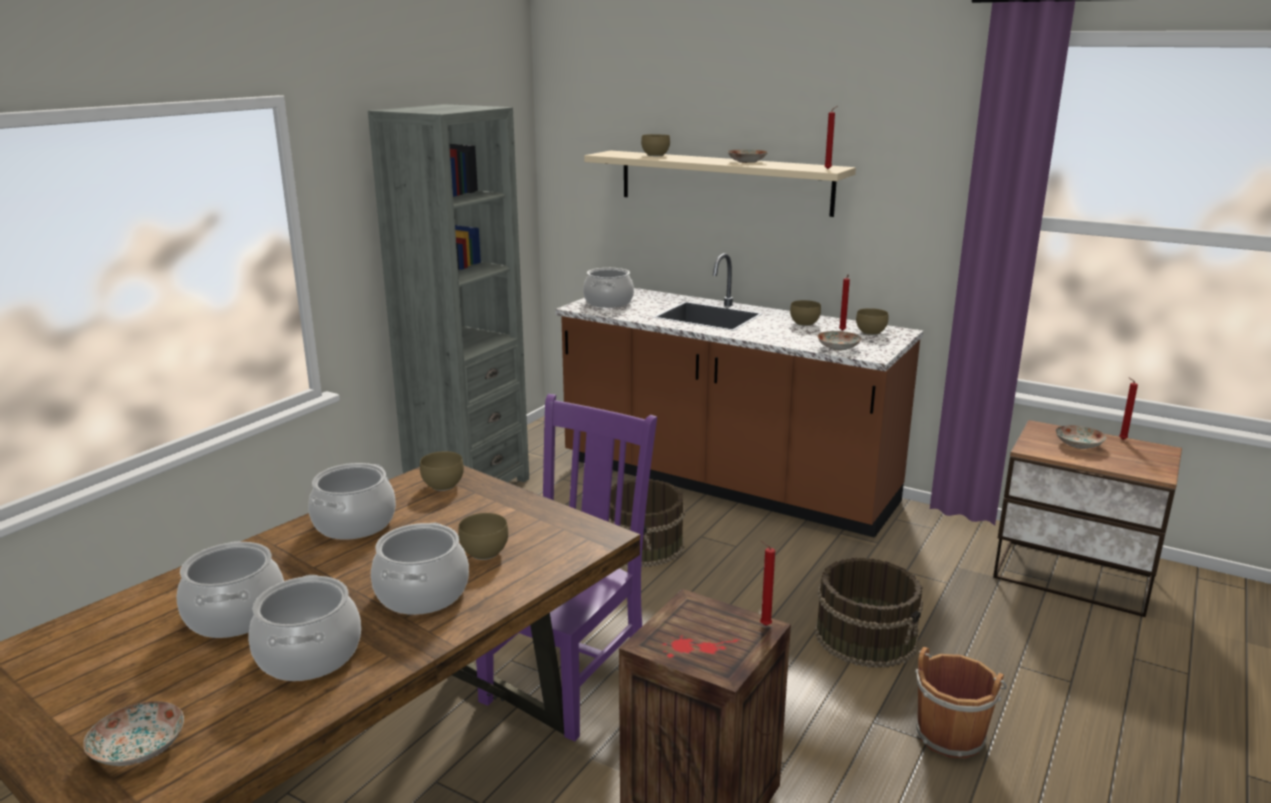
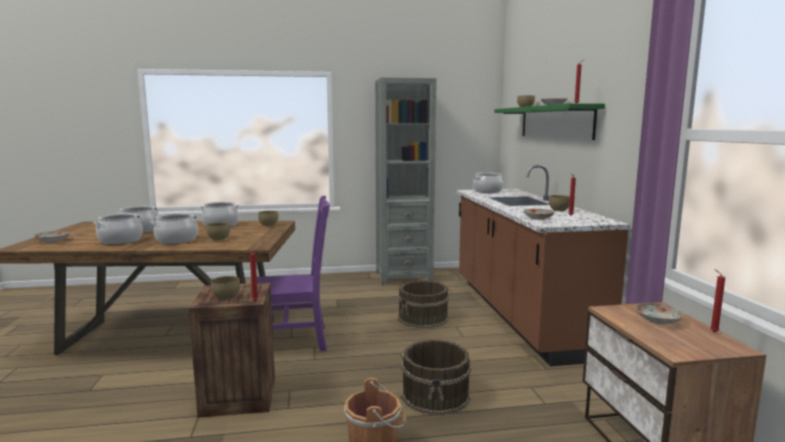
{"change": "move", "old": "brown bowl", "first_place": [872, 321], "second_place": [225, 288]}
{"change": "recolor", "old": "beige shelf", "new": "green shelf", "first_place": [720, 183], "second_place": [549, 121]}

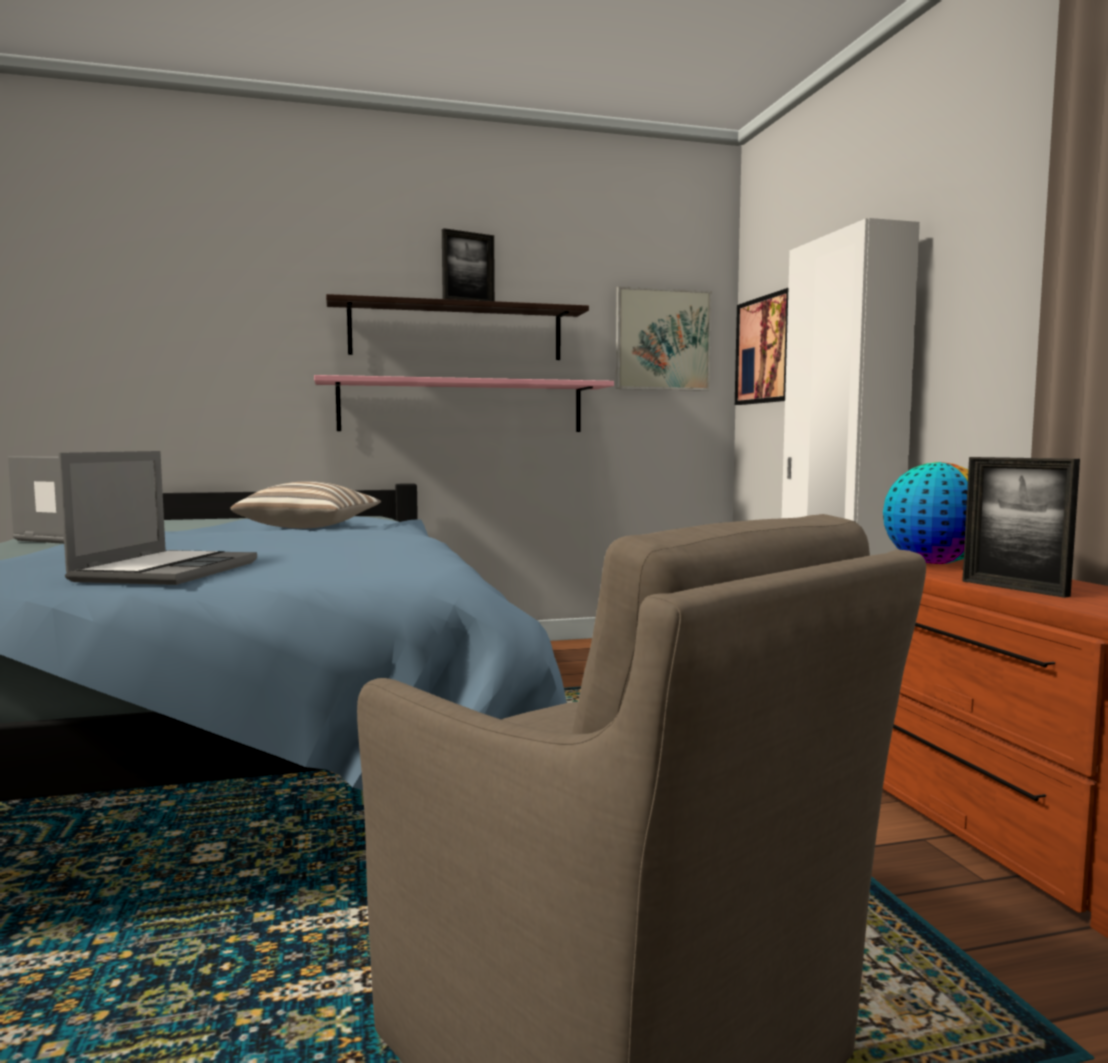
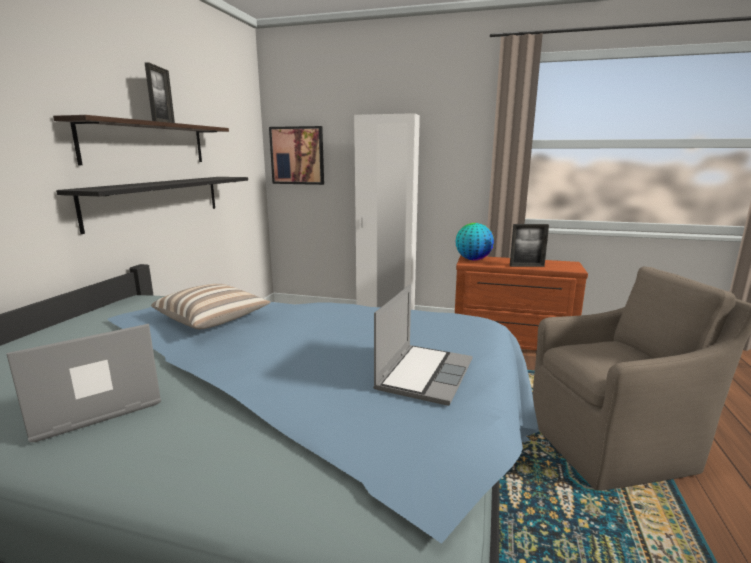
{"change": "delete", "old": "picture", "first_place": [664, 338]}
{"change": "recolor", "old": "pink shelf", "new": "black shelf", "first_place": [464, 403], "second_place": [152, 205]}
{"change": "rotate", "old": "laptop", "first_place": [157, 518], "second_place": [423, 345], "degrees": 75}

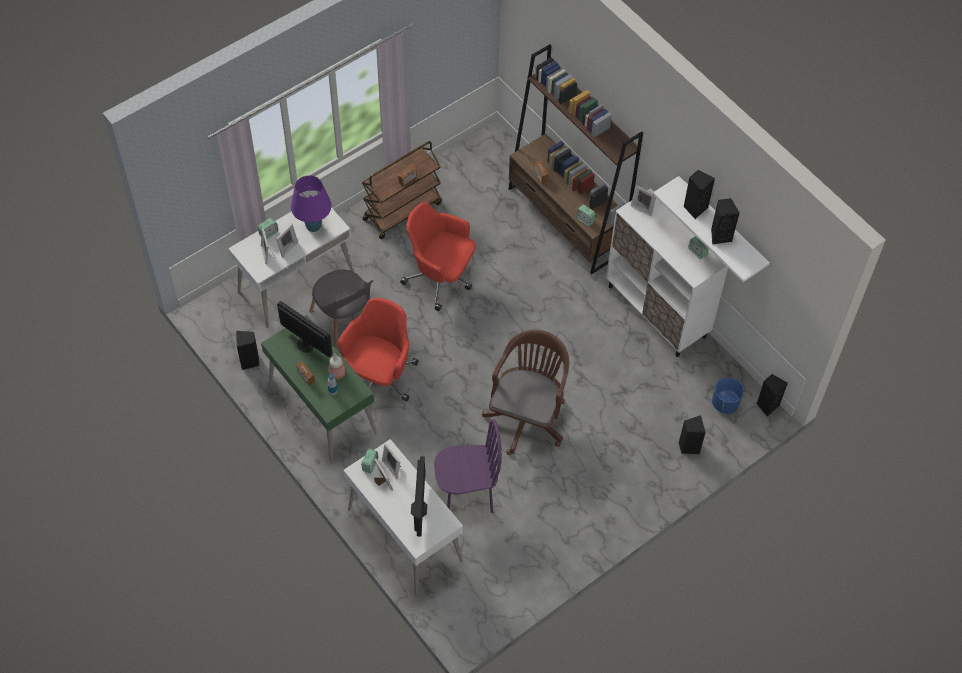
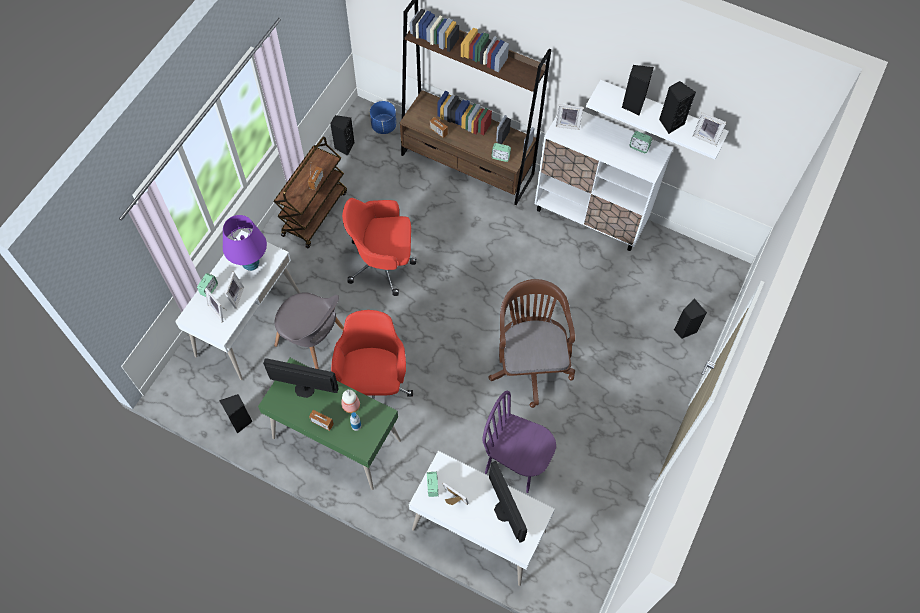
{"change": "move", "old": "picture frame", "first_place": [391, 461], "second_place": [710, 129]}
{"change": "move", "old": "blue planter", "first_place": [728, 396], "second_place": [383, 117]}
{"change": "move", "old": "black speaker", "first_place": [772, 395], "second_place": [342, 135]}
{"change": "rotate", "old": "purple chair", "first_place": [467, 466], "second_place": [519, 442], "degrees": -120}

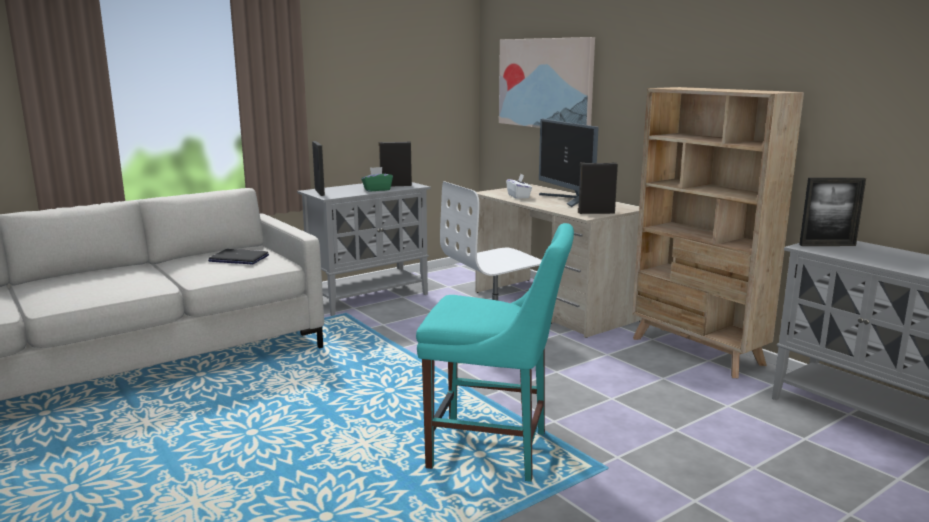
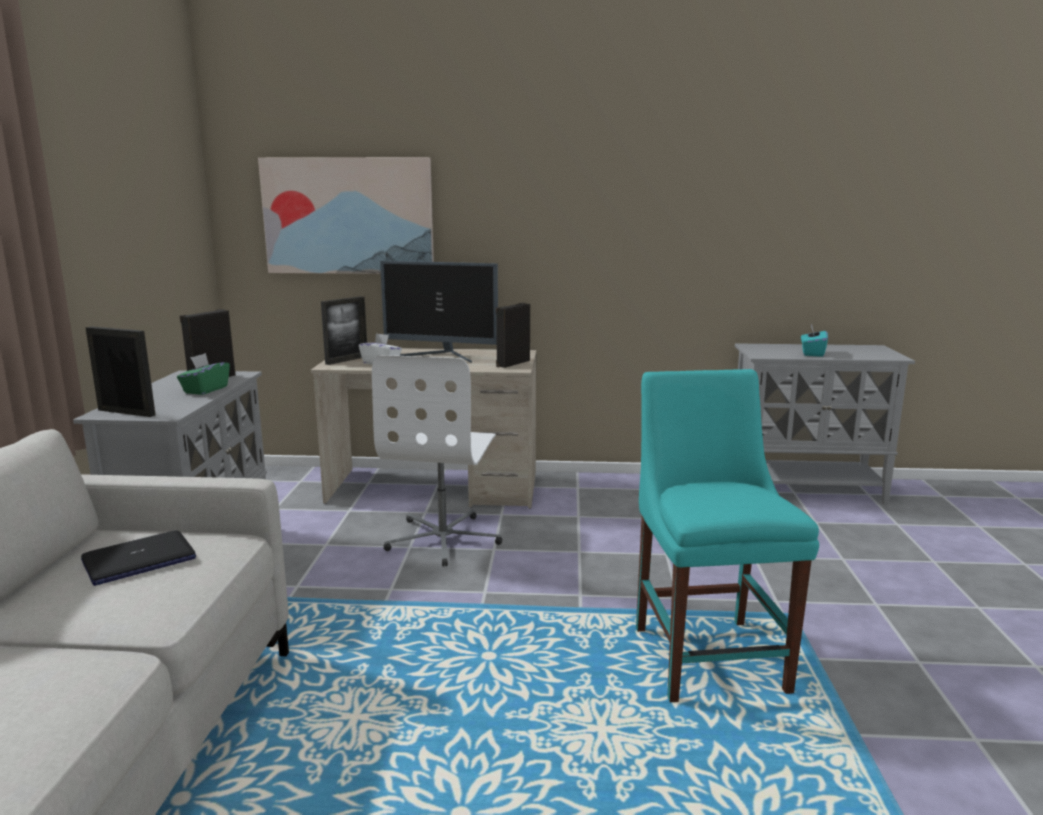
{"change": "delete", "old": "beige bookcase", "first_place": [718, 232]}
{"change": "insert", "new": "turquoise tissue box", "second_place": [814, 340]}
{"change": "move", "old": "picture frame", "first_place": [832, 212], "second_place": [344, 330]}
{"change": "rotate", "old": "turquoise chair", "first_place": [495, 352], "second_place": [727, 535], "degrees": -60}

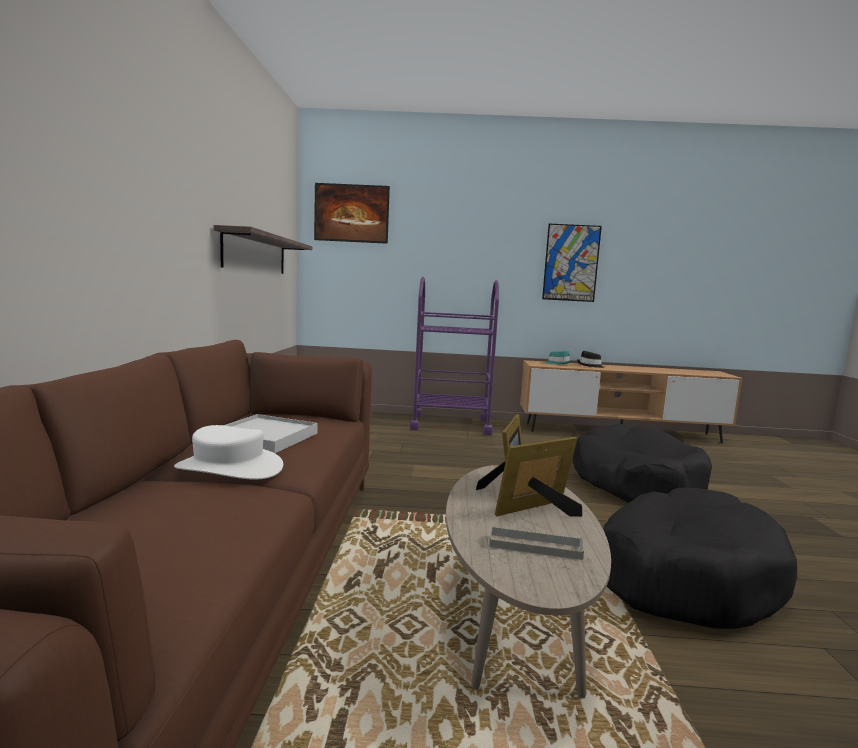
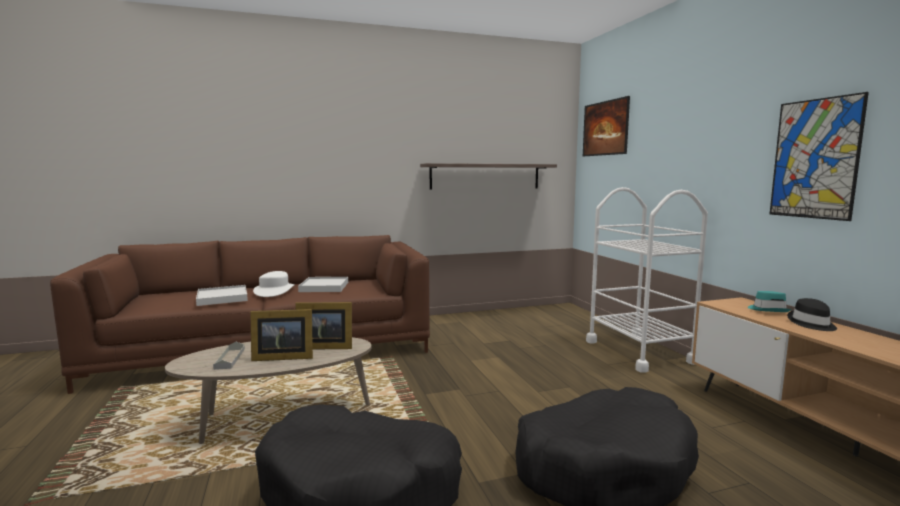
{"change": "insert", "new": "white tray", "second_place": [222, 295]}
{"change": "recolor", "old": "purple cart", "new": "white cart", "first_place": [454, 356], "second_place": [647, 280]}
{"change": "rotate", "old": "picture frame", "first_place": [538, 477], "second_place": [281, 335], "degrees": 135}

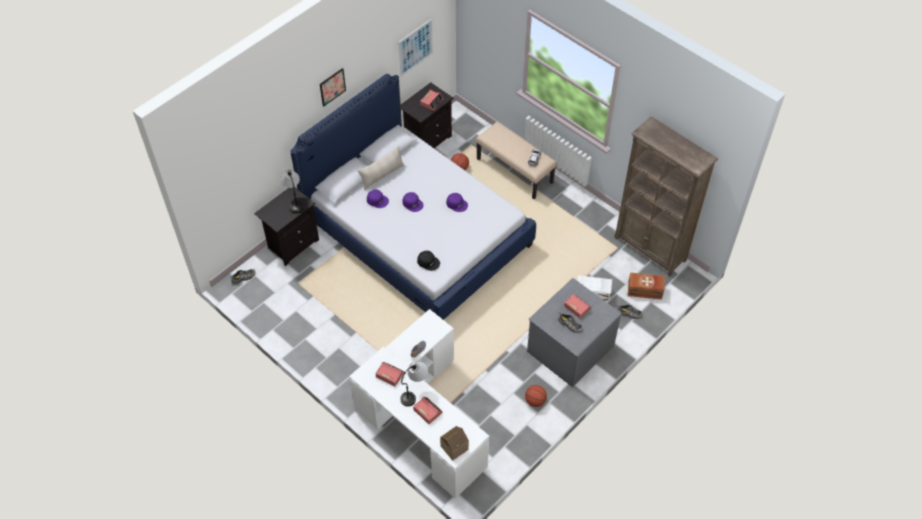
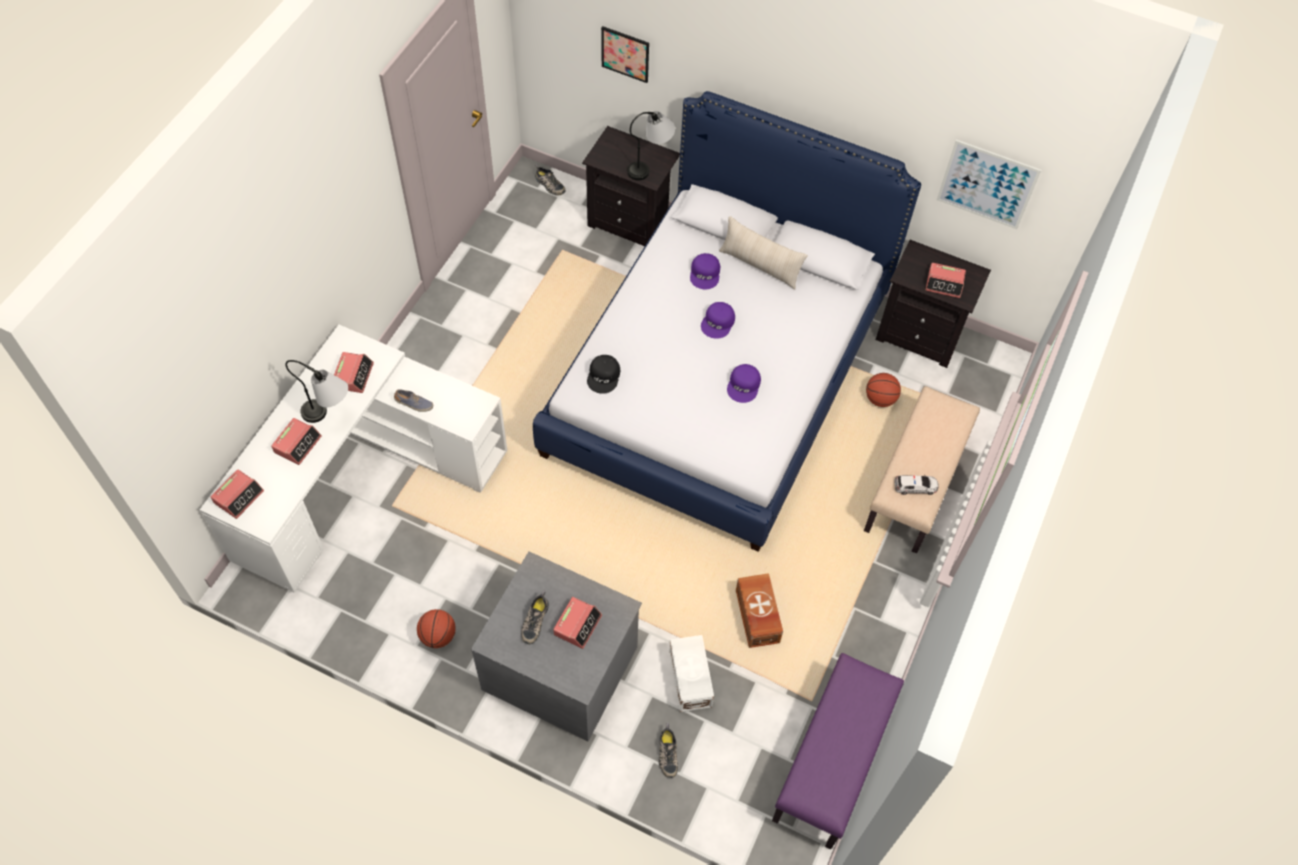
{"change": "move", "old": "picture", "first_place": [333, 87], "second_place": [625, 54]}
{"change": "move", "old": "brown storage box", "first_place": [646, 286], "second_place": [759, 610]}
{"change": "replace", "old": "toy house", "new": "alarm clock", "first_place": [454, 443], "second_place": [237, 494]}
{"change": "replace", "old": "brown bookcase", "new": "purple bench", "first_place": [666, 196], "second_place": [838, 751]}

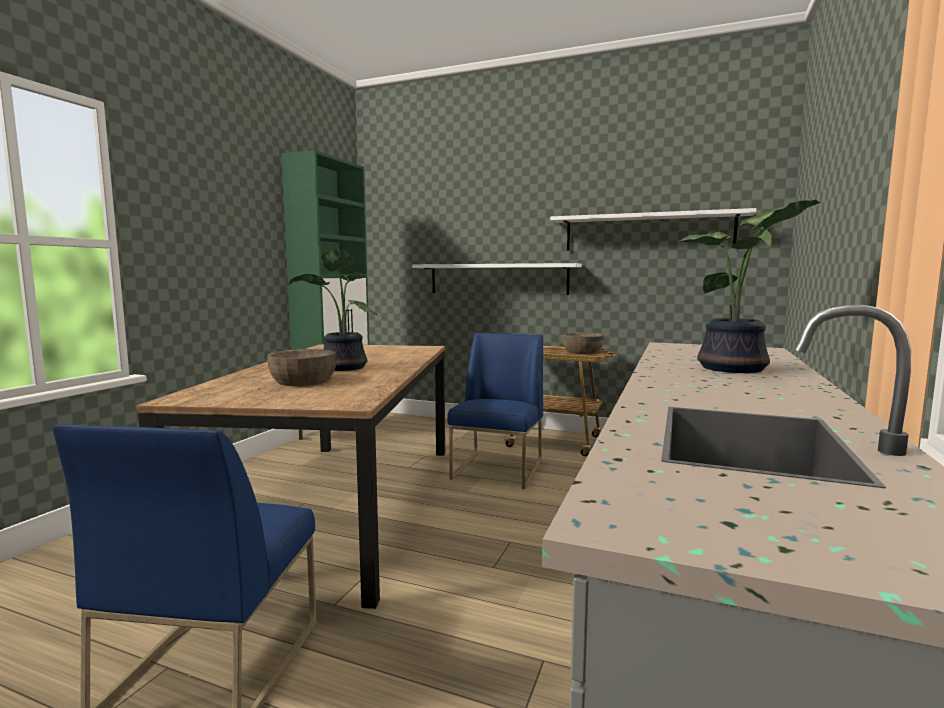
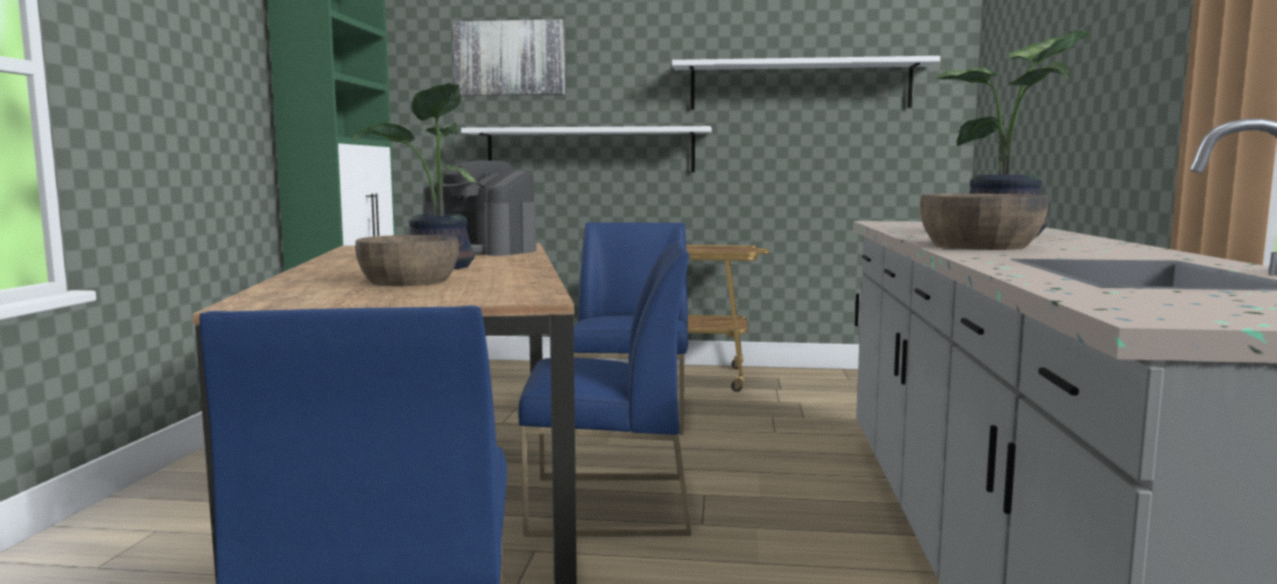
{"change": "insert", "new": "coffee machine", "second_place": [479, 208]}
{"change": "insert", "new": "picture", "second_place": [509, 57]}
{"change": "insert", "new": "blue chair", "second_place": [604, 388]}
{"change": "move", "old": "brown bowl", "first_place": [583, 343], "second_place": [984, 222]}

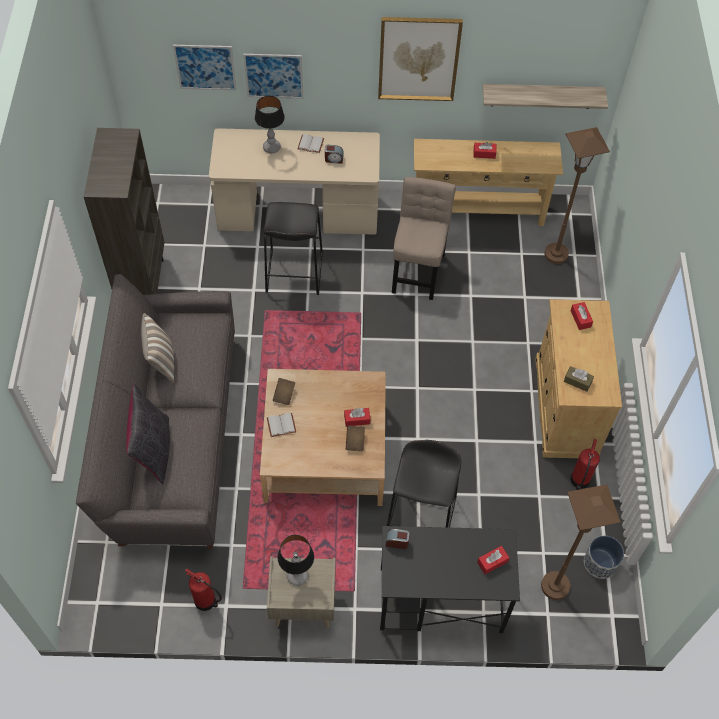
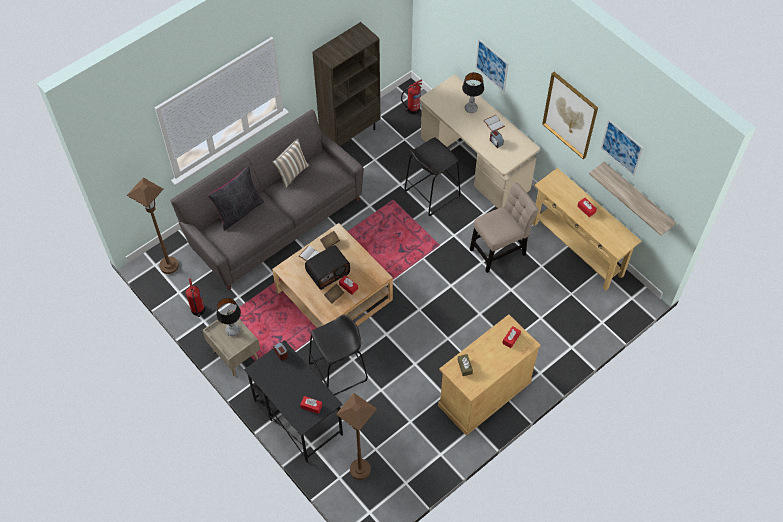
{"change": "delete", "old": "planter", "first_place": [604, 557]}
{"change": "insert", "new": "radio", "second_place": [327, 267]}
{"change": "move", "old": "picture", "first_place": [205, 67], "second_place": [622, 147]}
{"change": "move", "old": "brown floor lamp", "first_place": [577, 195], "second_place": [153, 225]}
{"change": "move", "old": "fire extinguisher", "first_place": [585, 464], "second_place": [411, 97]}

